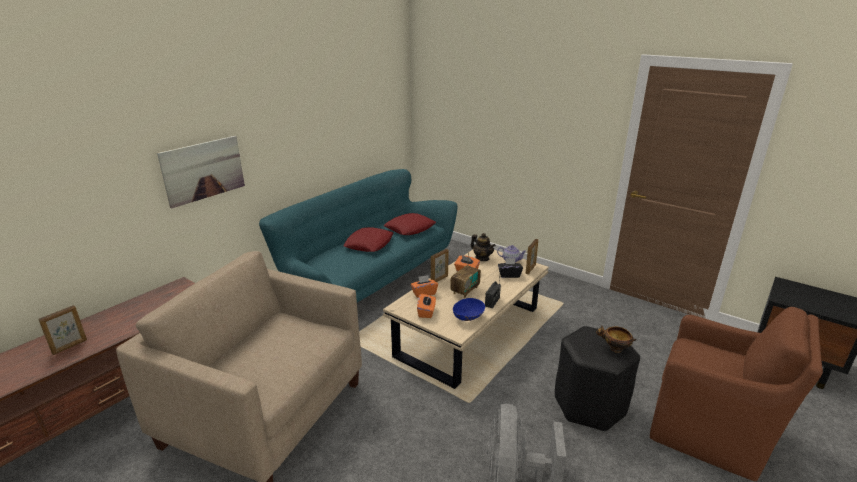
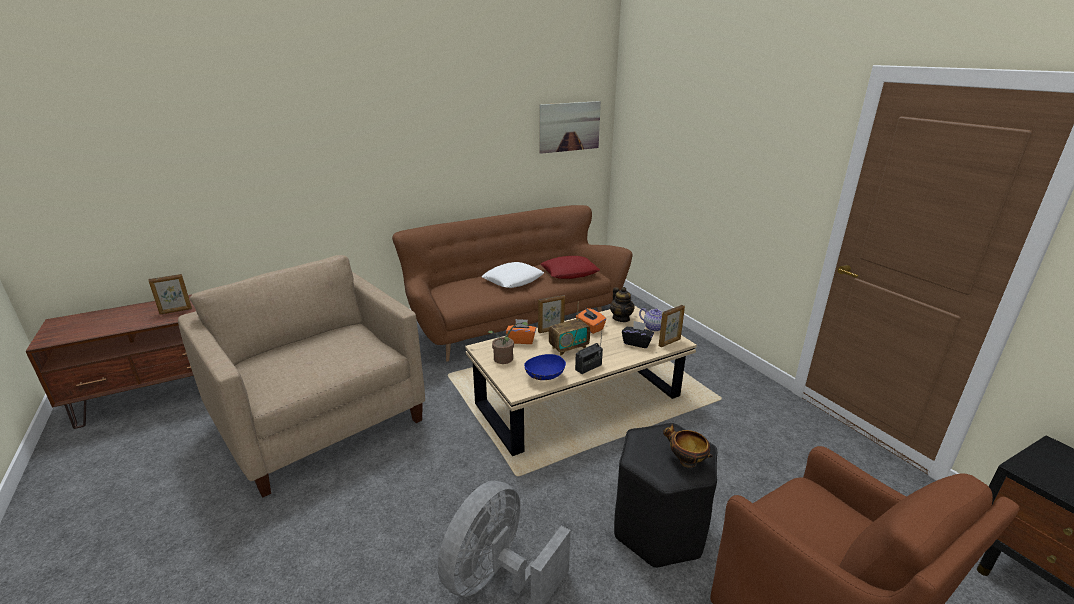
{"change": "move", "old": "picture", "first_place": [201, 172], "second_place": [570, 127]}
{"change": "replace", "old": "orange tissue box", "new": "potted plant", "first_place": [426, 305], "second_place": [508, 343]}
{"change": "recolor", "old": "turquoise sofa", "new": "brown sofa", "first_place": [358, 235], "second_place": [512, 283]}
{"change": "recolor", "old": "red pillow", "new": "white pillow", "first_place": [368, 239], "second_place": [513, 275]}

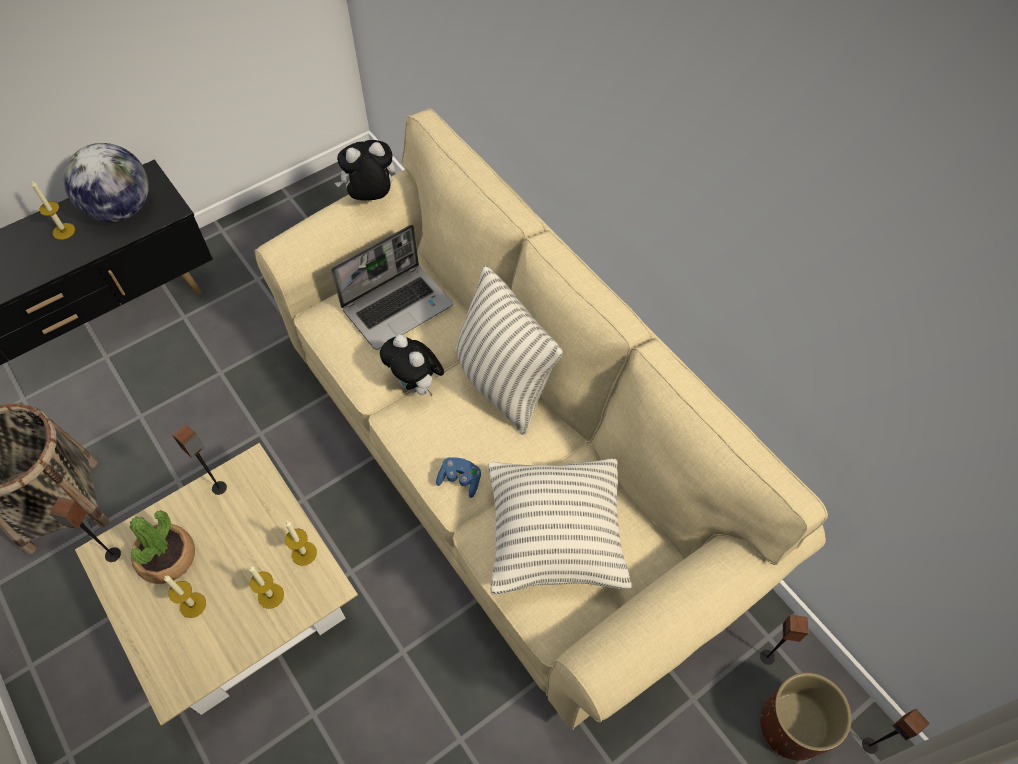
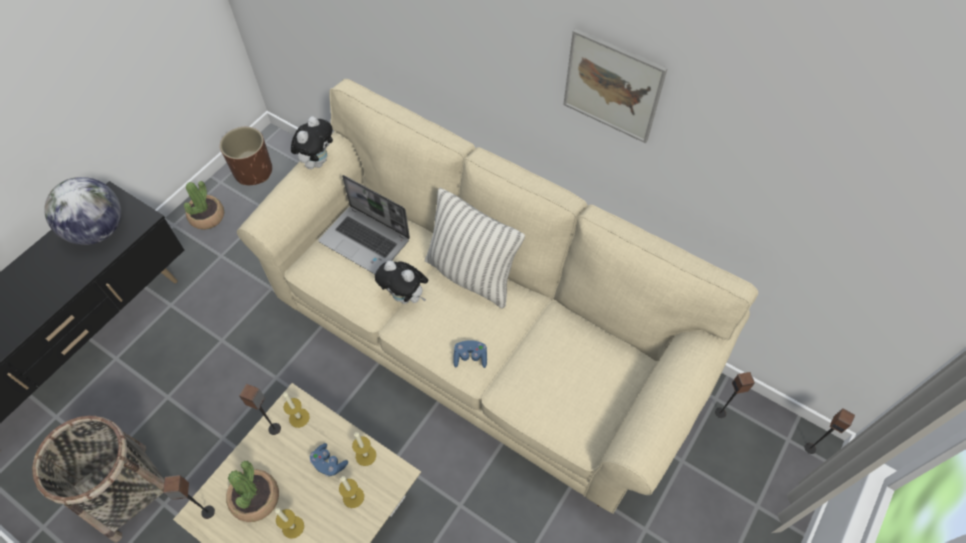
{"change": "delete", "old": "pillow", "first_place": [559, 527]}
{"change": "insert", "new": "potted plant", "second_place": [204, 205]}
{"change": "insert", "new": "blue game controller", "second_place": [329, 460]}
{"change": "insert", "new": "picture", "second_place": [615, 85]}
{"change": "move", "old": "candle", "first_place": [53, 210], "second_place": [296, 410]}
{"change": "move", "old": "brown planter", "first_place": [806, 716], "second_place": [246, 156]}
{"change": "rotate", "old": "laptop", "first_place": [392, 287], "second_place": [364, 224], "degrees": 90}
{"change": "rotate", "old": "plush toy", "first_place": [365, 170], "second_place": [312, 142], "degrees": 150}

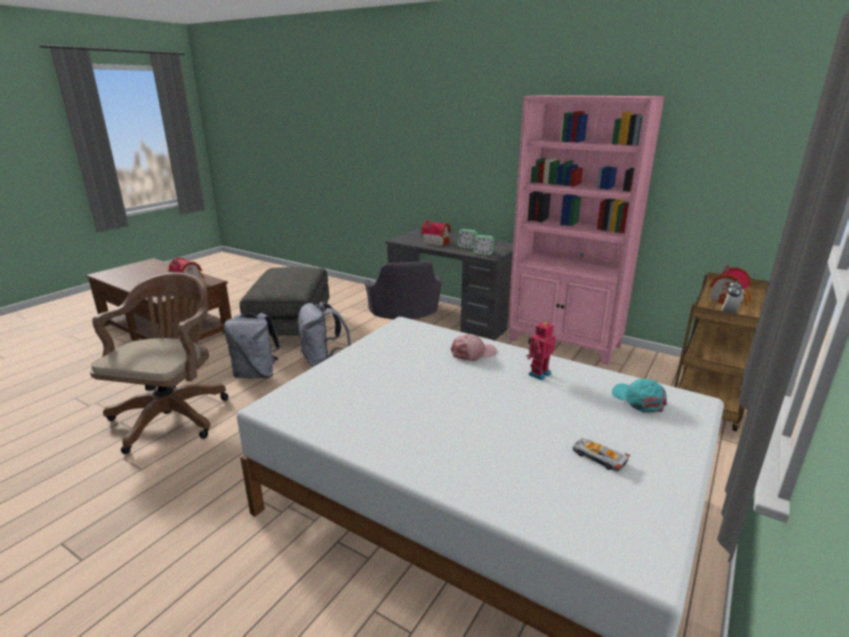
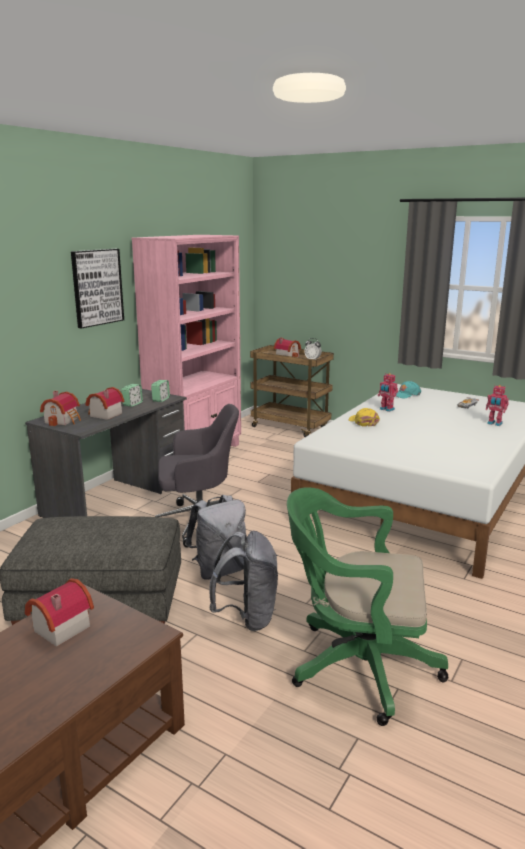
{"change": "insert", "new": "toy house", "second_place": [60, 408]}
{"change": "insert", "new": "picture", "second_place": [97, 289]}
{"change": "insert", "new": "toy robot", "second_place": [497, 405]}
{"change": "recolor", "old": "brown office chair", "new": "green office chair", "first_place": [159, 363], "second_place": [368, 606]}
{"change": "recolor", "old": "pink cap", "new": "yellow cap", "first_place": [473, 347], "second_place": [364, 417]}

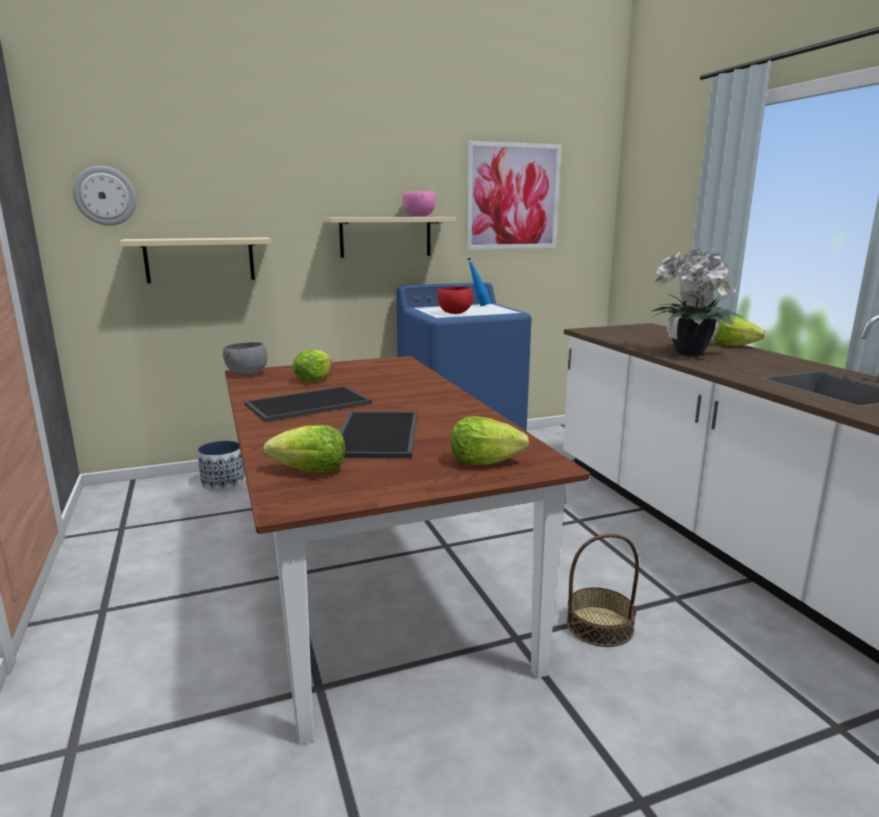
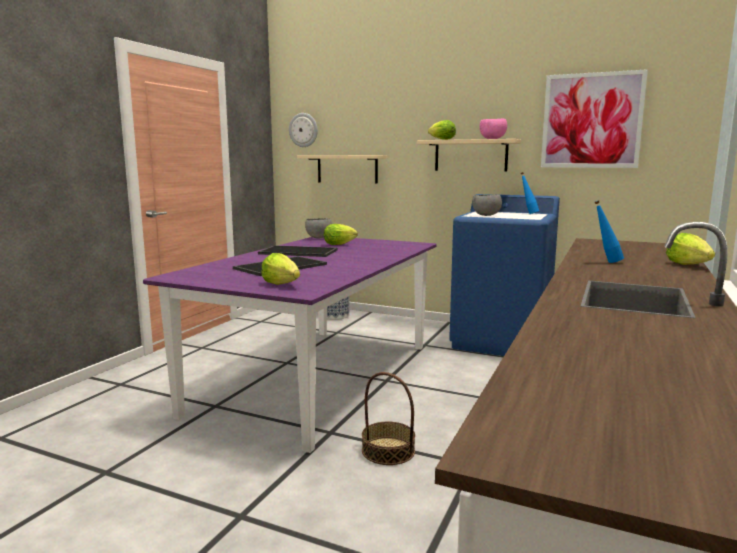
{"change": "move", "old": "lettuce", "first_place": [304, 449], "second_place": [442, 130]}
{"change": "replace", "old": "potted plant", "new": "blue bottle", "first_place": [699, 302], "second_place": [609, 231]}
{"change": "recolor", "old": "brown dining table", "new": "purple dining table", "first_place": [407, 550], "second_place": [290, 345]}
{"change": "recolor", "old": "red bowl", "new": "grey bowl", "first_place": [455, 300], "second_place": [487, 205]}

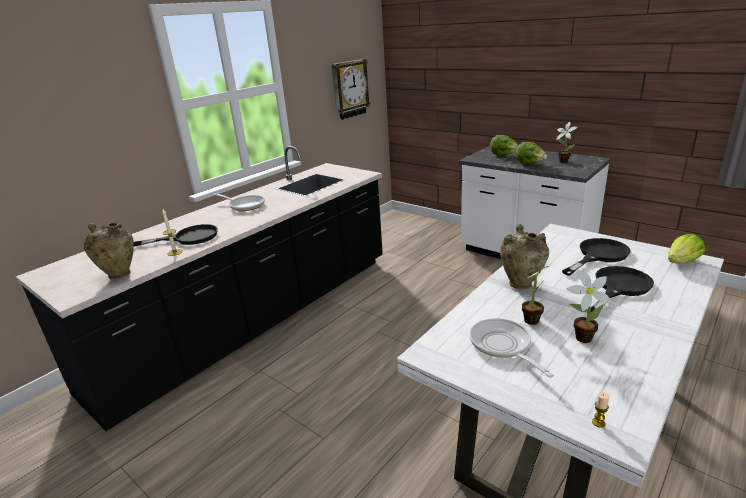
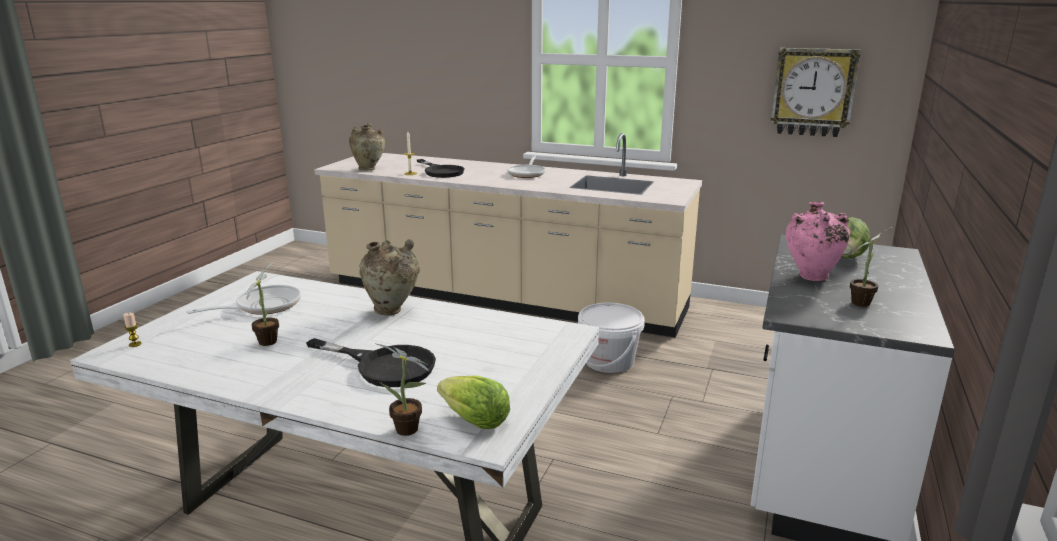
{"change": "delete", "old": "black frying pan", "first_place": [596, 257]}
{"change": "insert", "new": "white bucket", "second_place": [611, 338]}
{"change": "move", "old": "potted plant", "first_place": [534, 294], "second_place": [401, 389]}
{"change": "replace", "old": "lettuce", "new": "pink vase", "first_place": [531, 153], "second_place": [818, 241]}
{"change": "recolor", "old": "black counter", "new": "beige counter", "first_place": [199, 288], "second_place": [508, 235]}

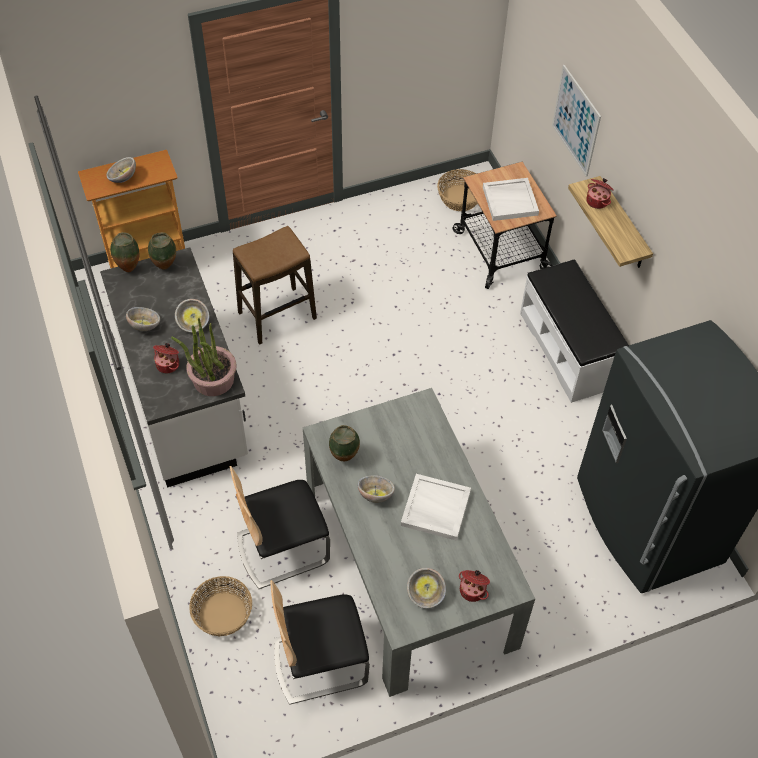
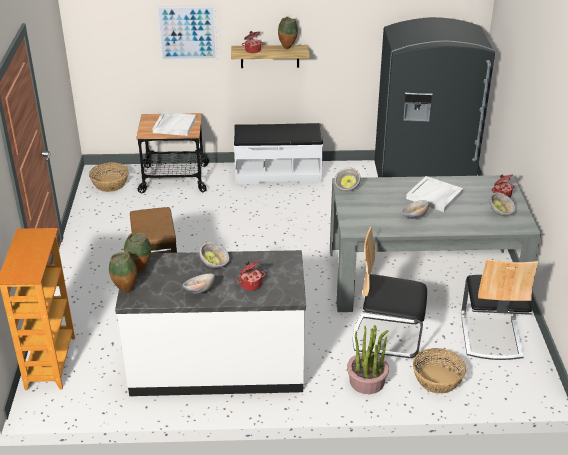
{"change": "move", "old": "bowl", "first_place": [121, 170], "second_place": [348, 179]}
{"change": "move", "old": "potted plant", "first_place": [203, 357], "second_place": [368, 359]}
{"change": "move", "old": "vase", "first_place": [344, 443], "second_place": [288, 33]}
{"change": "rotate", "old": "chair", "first_place": [280, 527], "second_place": [390, 292], "degrees": 105}

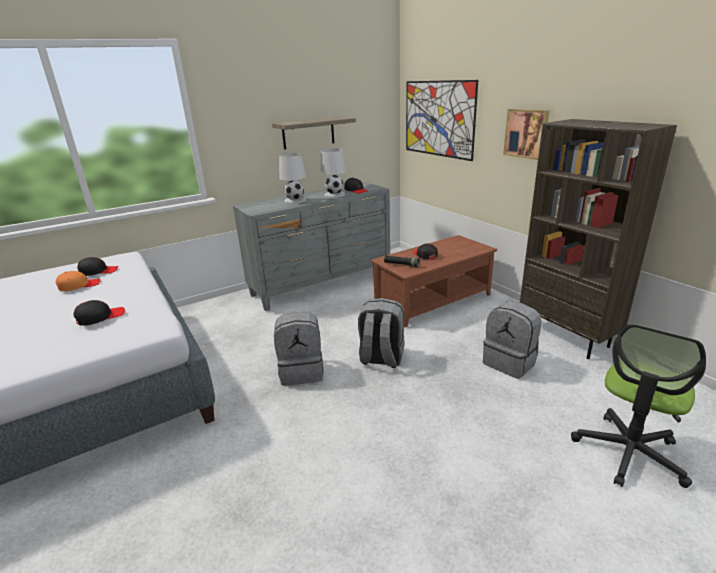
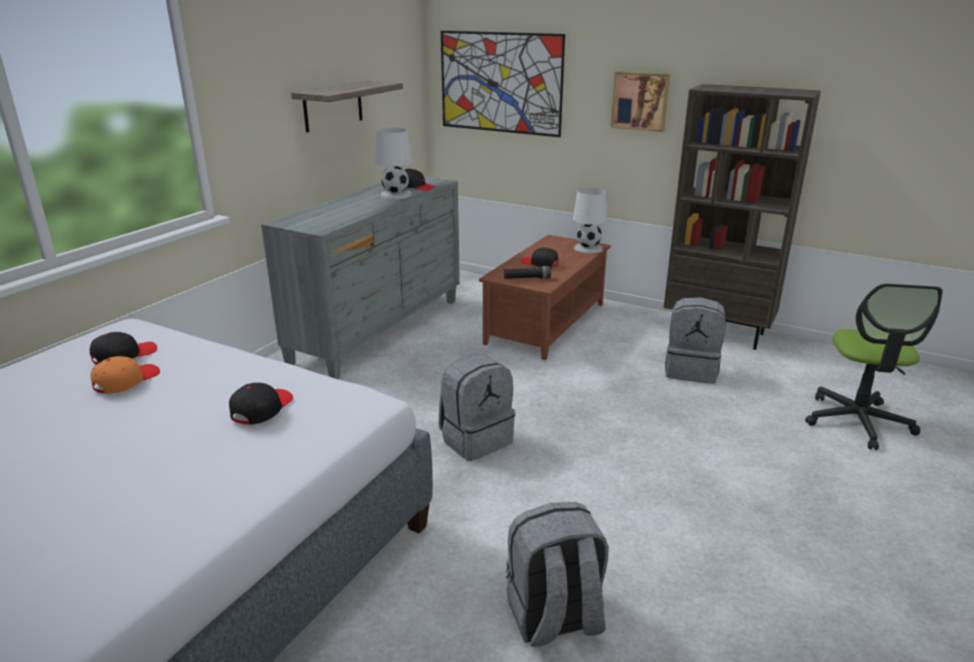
{"change": "move", "old": "white table lamp", "first_place": [292, 178], "second_place": [590, 220]}
{"change": "move", "old": "grey backpack", "first_place": [381, 333], "second_place": [557, 574]}

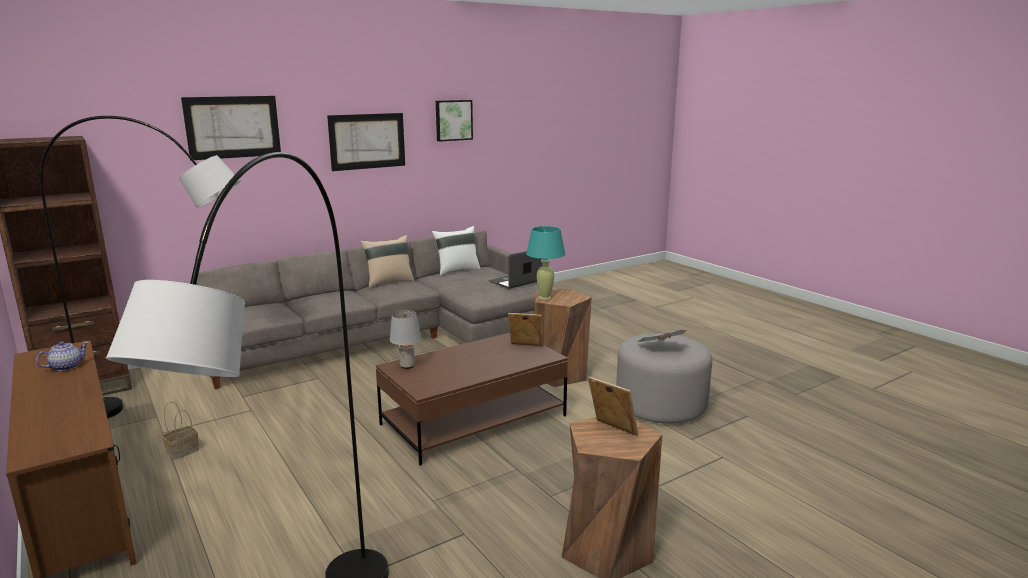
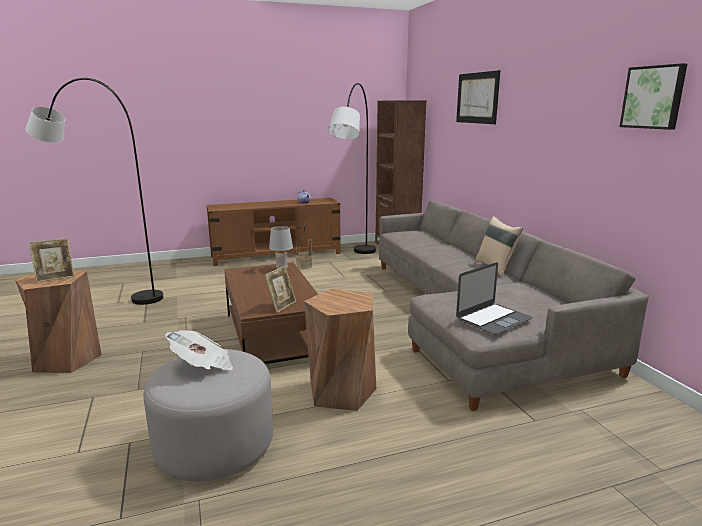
{"change": "delete", "old": "picture", "first_place": [366, 142]}
{"change": "delete", "old": "white pillow", "first_place": [456, 251]}
{"change": "delete", "old": "turquoise table lamp", "first_place": [545, 263]}
{"change": "rotate", "old": "laptop", "first_place": [515, 270], "second_place": [494, 298], "degrees": 75}

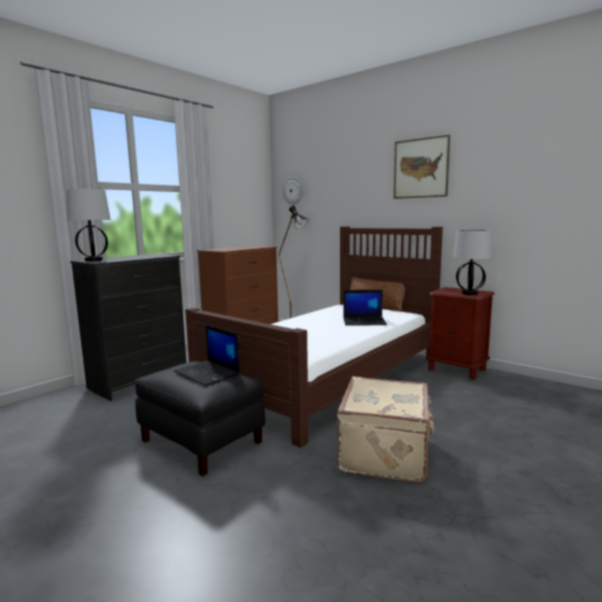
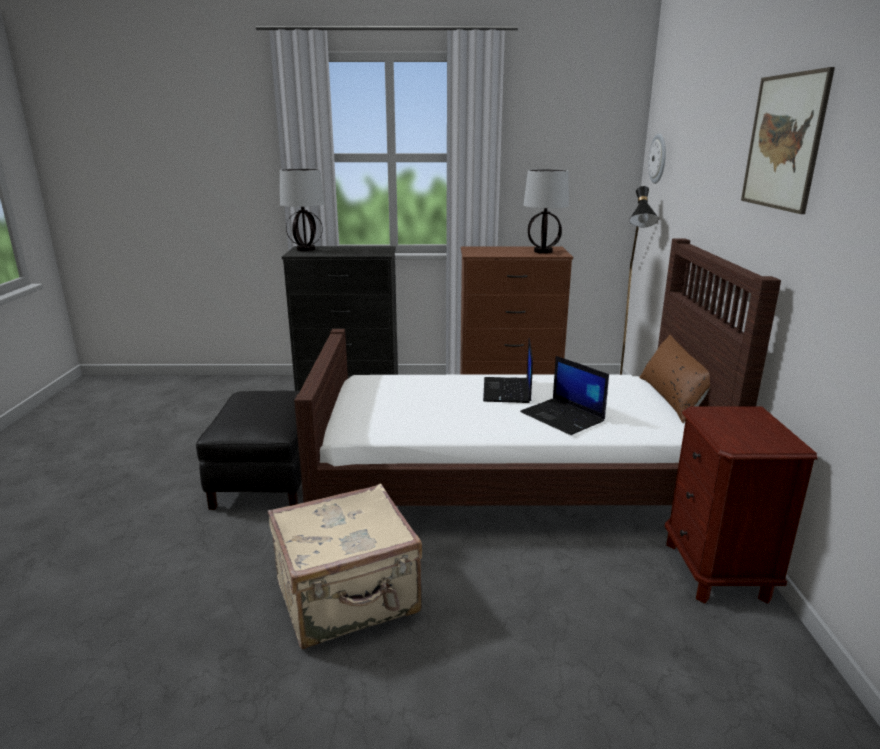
{"change": "move", "old": "laptop", "first_place": [207, 355], "second_place": [508, 370]}
{"change": "move", "old": "table lamp", "first_place": [472, 262], "second_place": [546, 211]}

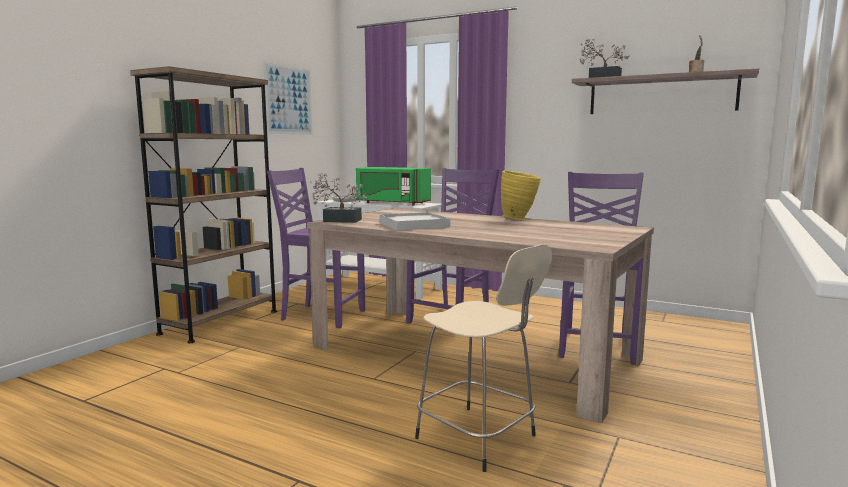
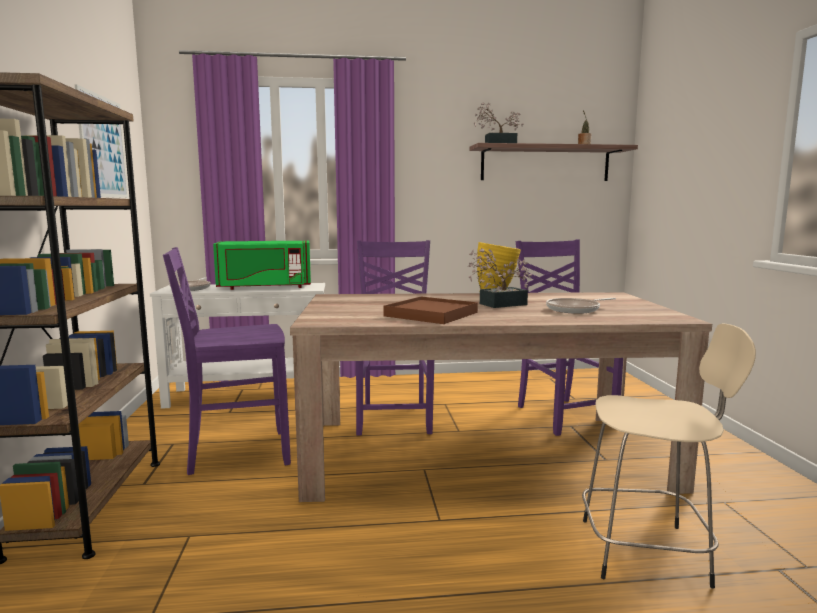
{"change": "insert", "new": "frying pan", "second_place": [581, 306]}
{"change": "move", "old": "potted plant", "first_place": [339, 197], "second_place": [500, 278]}
{"change": "recolor", "old": "white tray", "new": "brown tray", "first_place": [415, 221], "second_place": [430, 310]}

